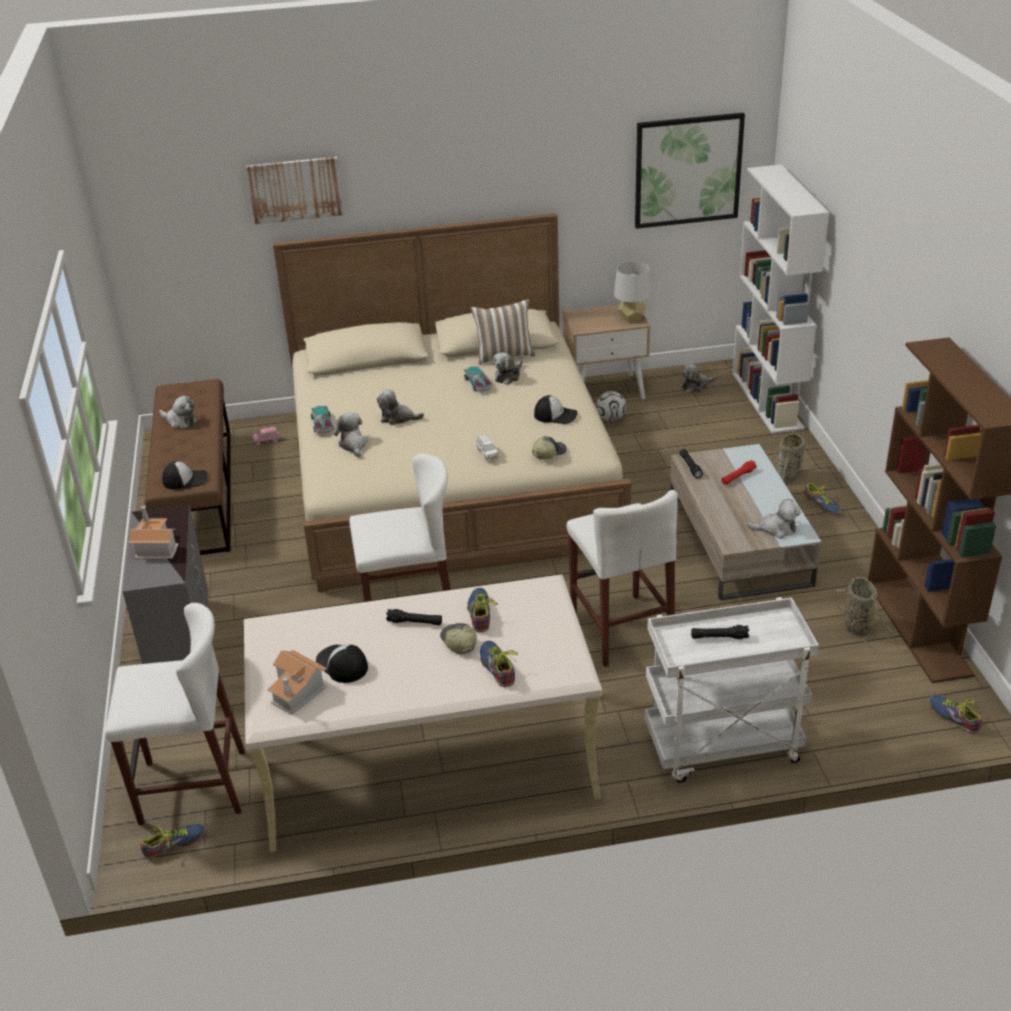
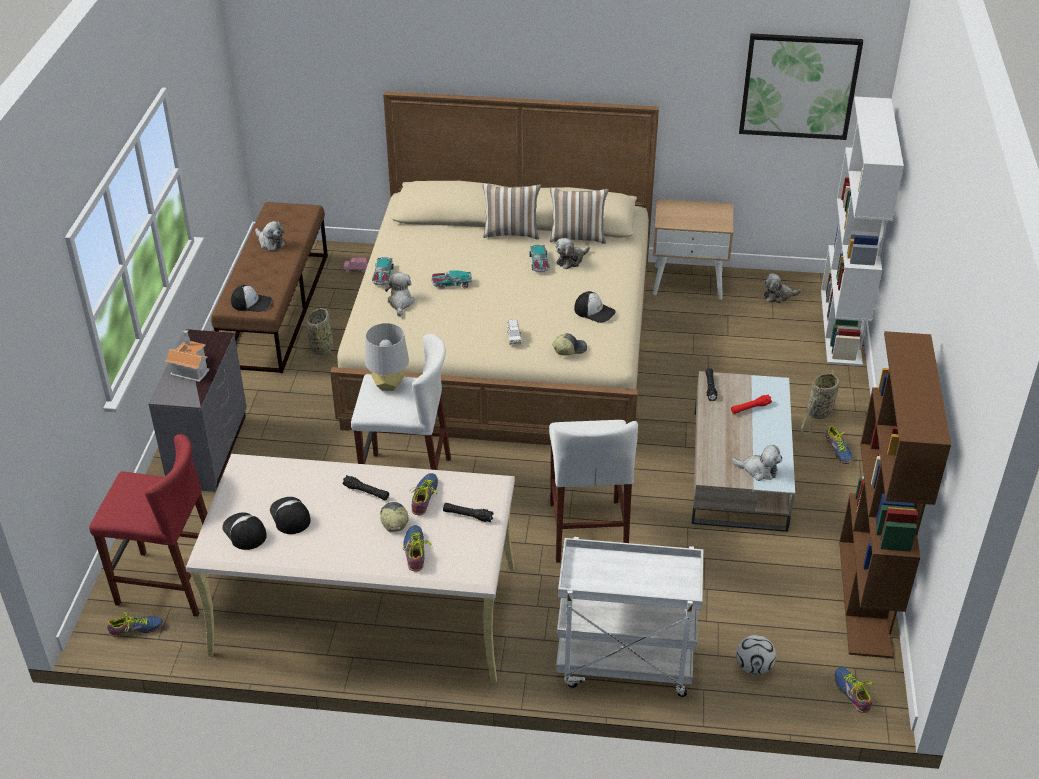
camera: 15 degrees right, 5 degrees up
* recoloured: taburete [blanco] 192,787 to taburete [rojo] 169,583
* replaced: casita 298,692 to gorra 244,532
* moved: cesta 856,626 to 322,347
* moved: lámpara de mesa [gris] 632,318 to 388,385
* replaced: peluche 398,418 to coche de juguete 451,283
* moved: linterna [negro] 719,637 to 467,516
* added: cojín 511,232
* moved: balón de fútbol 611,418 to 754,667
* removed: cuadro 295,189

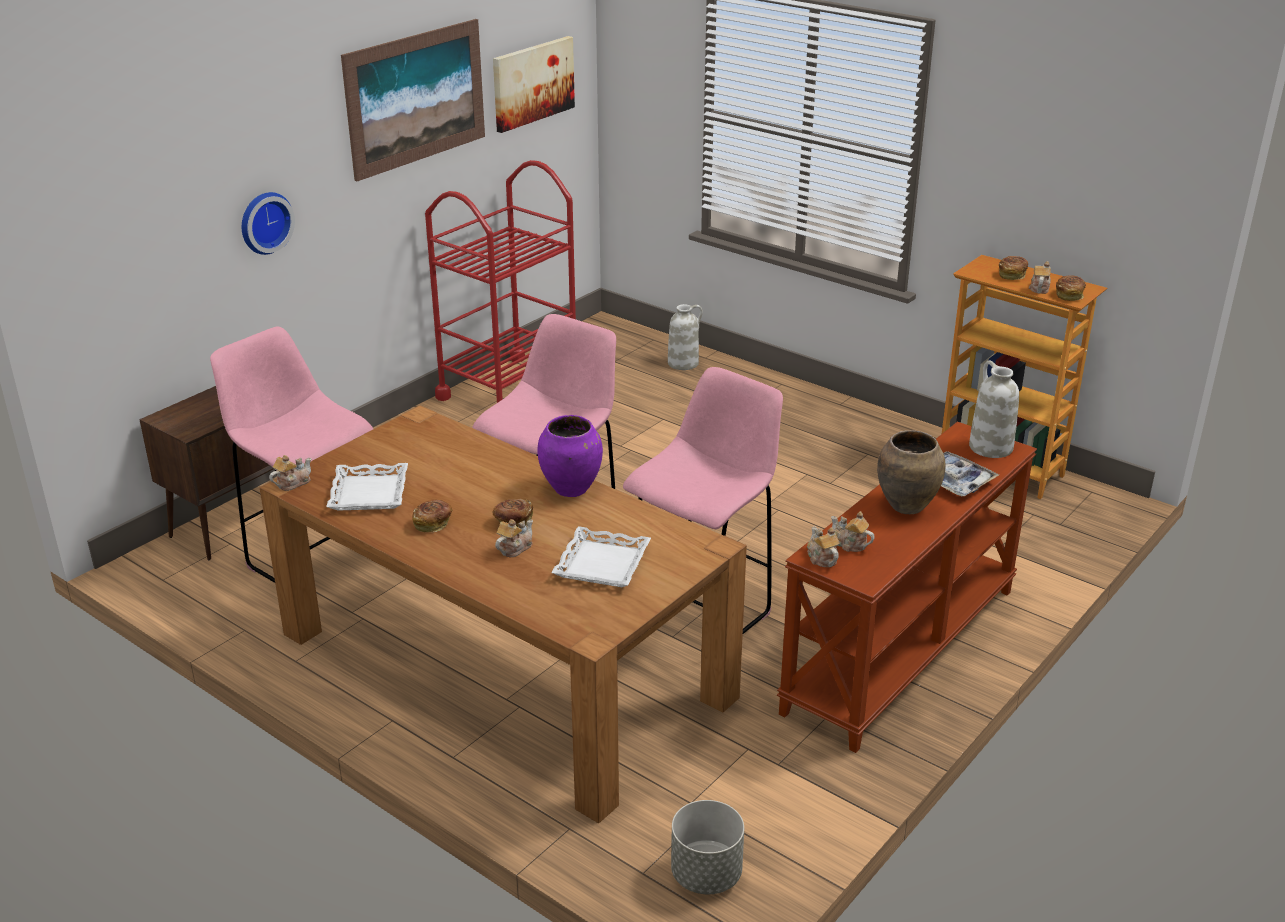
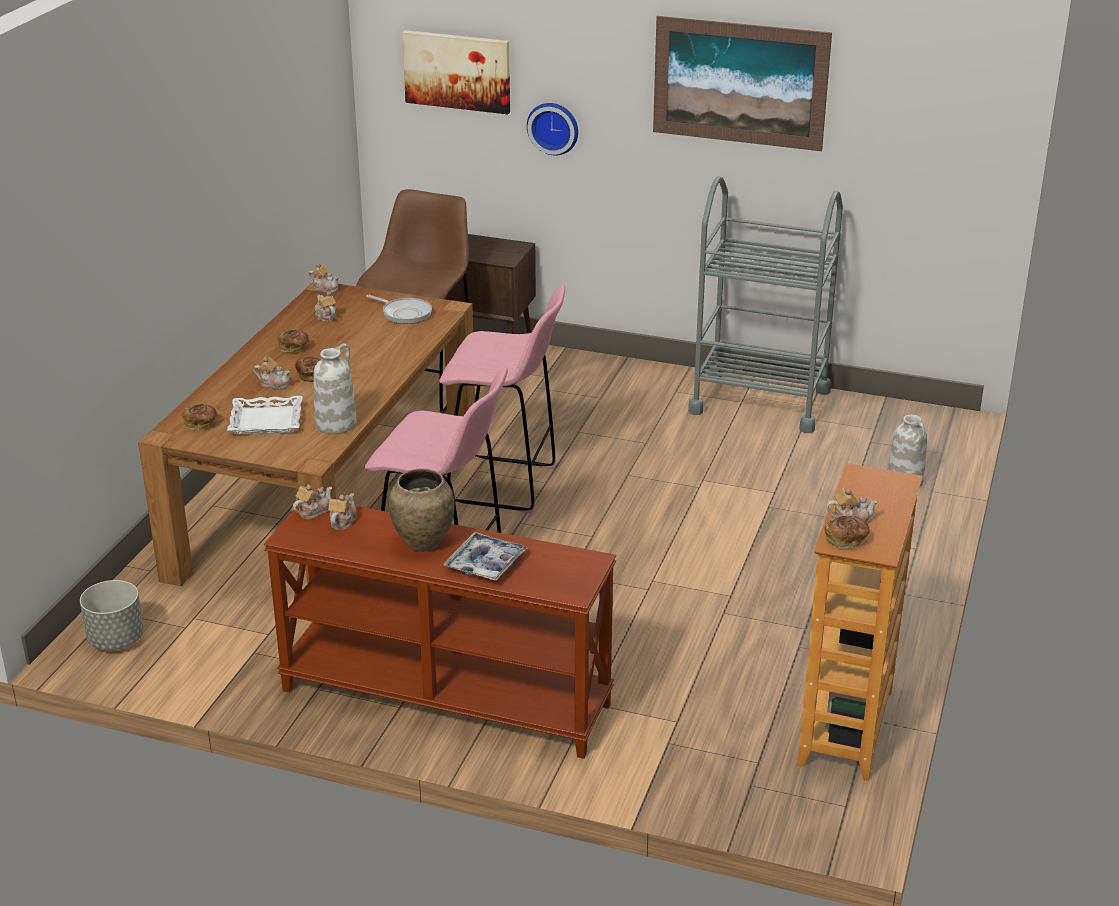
camera: 70 degrees right, 0 degrees up
* moved: pan 1012,275 to 201,424
* moved: florero [blanco] 990,447 to 336,424
* replaced: bandeja [blanco] 370,493 to tetera 325,317
* recoloured: taburete [rosa] 313,561 to taburete [marrón] 422,389
* added: sartén 404,313
* moved: cuadro 532,83 to 457,71
* recoloured: carrito [rojo] 509,389 to carrito [gris] 760,401
* removed: florero [morado] 571,489

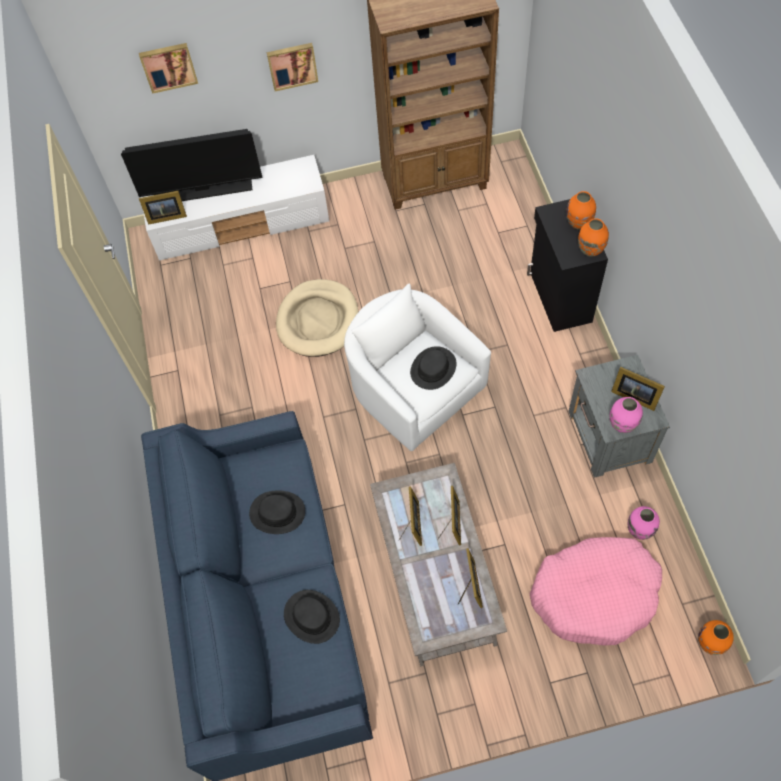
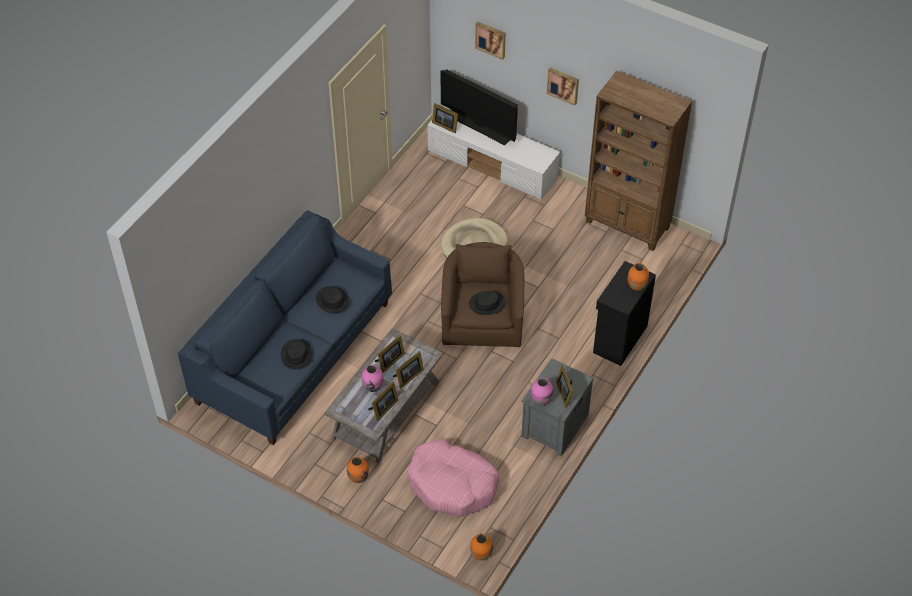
camera: 40 degrees right, 10 degrees down
* moved: florero [naranja] 590,250 to 358,477
* moved: florero [rosa] 639,529 to 373,386
* recoloured: sillón [blanco] 413,387 to sillón [marrón] 482,317

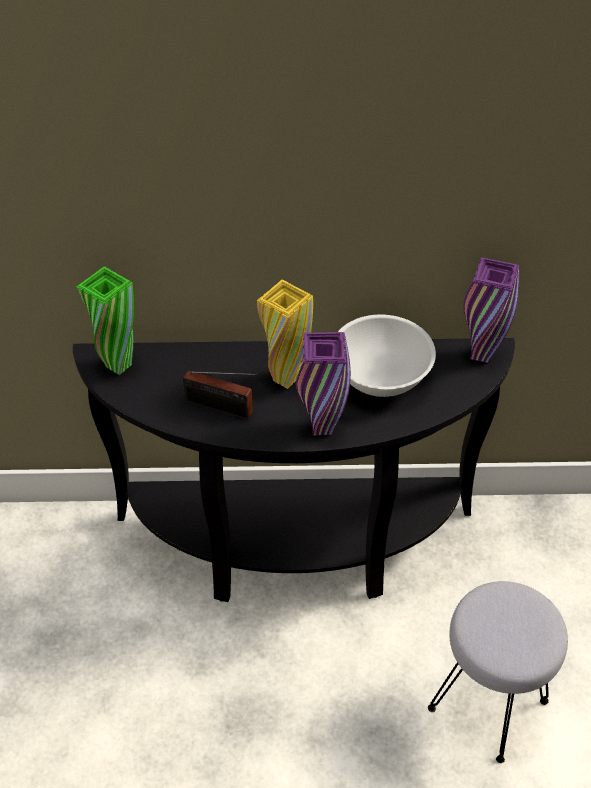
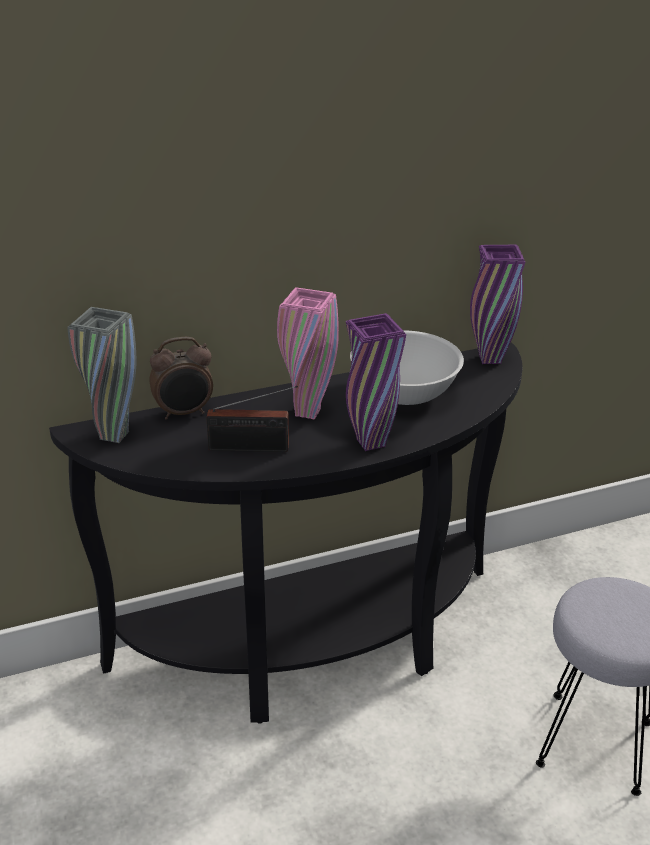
camera: 20 degrees left, 15 degrees down
* recoloured: florero [verde] 119,366 to florero [gris] 114,435
* added: despertador 184,413
* recoloured: florero [amarillo] 285,379 to florero [rosa] 307,412

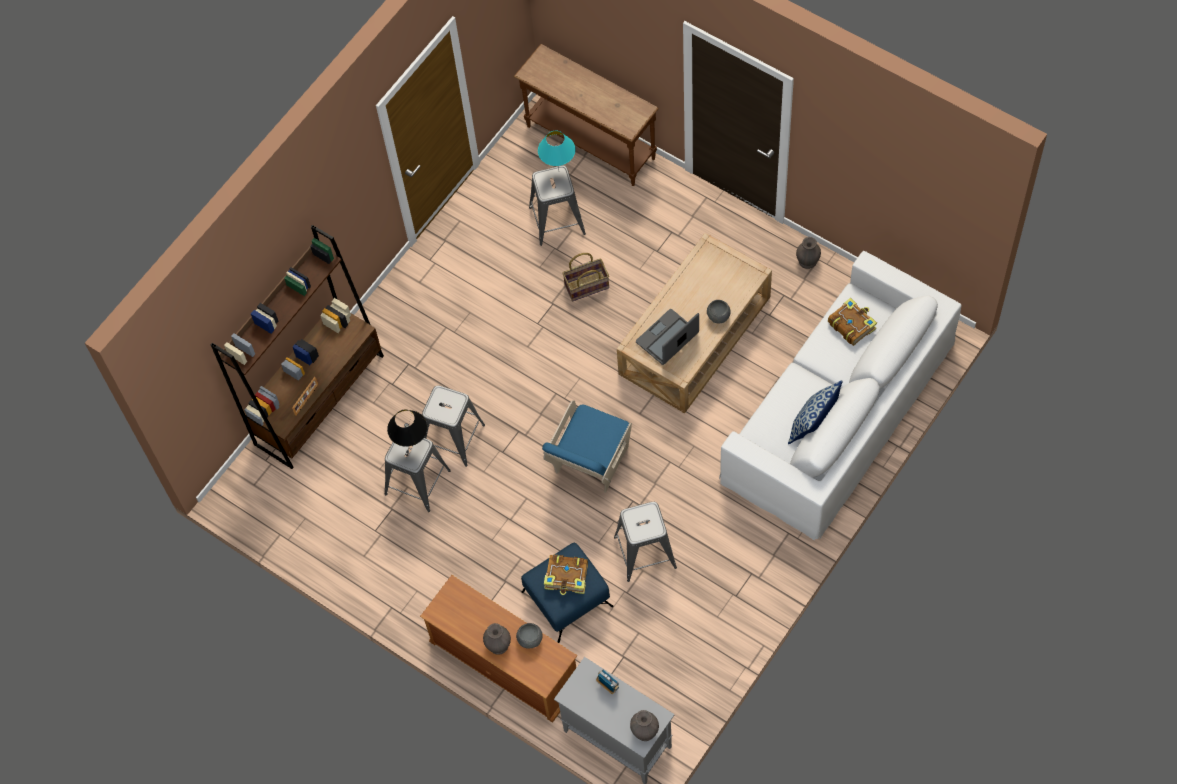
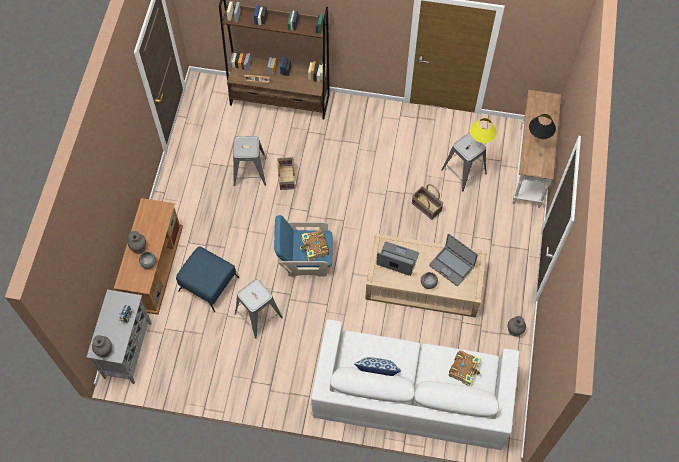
camera: 60 degrees right, 0 degrees up
* replaced: taburete [gris] 452,438 to cesta 287,178
* moved: libro 567,577 to 314,247
* added: portátil 451,266
* recoloured: lámpara de mesa [turquesa] 558,171 to lámpara de mesa [amarillo] 479,146
* recoloured: mesa consola [marrón] 590,143 to mesa consola [blanco] 529,167
* moved: lámpara de mesa [negro] 412,446 to 537,142

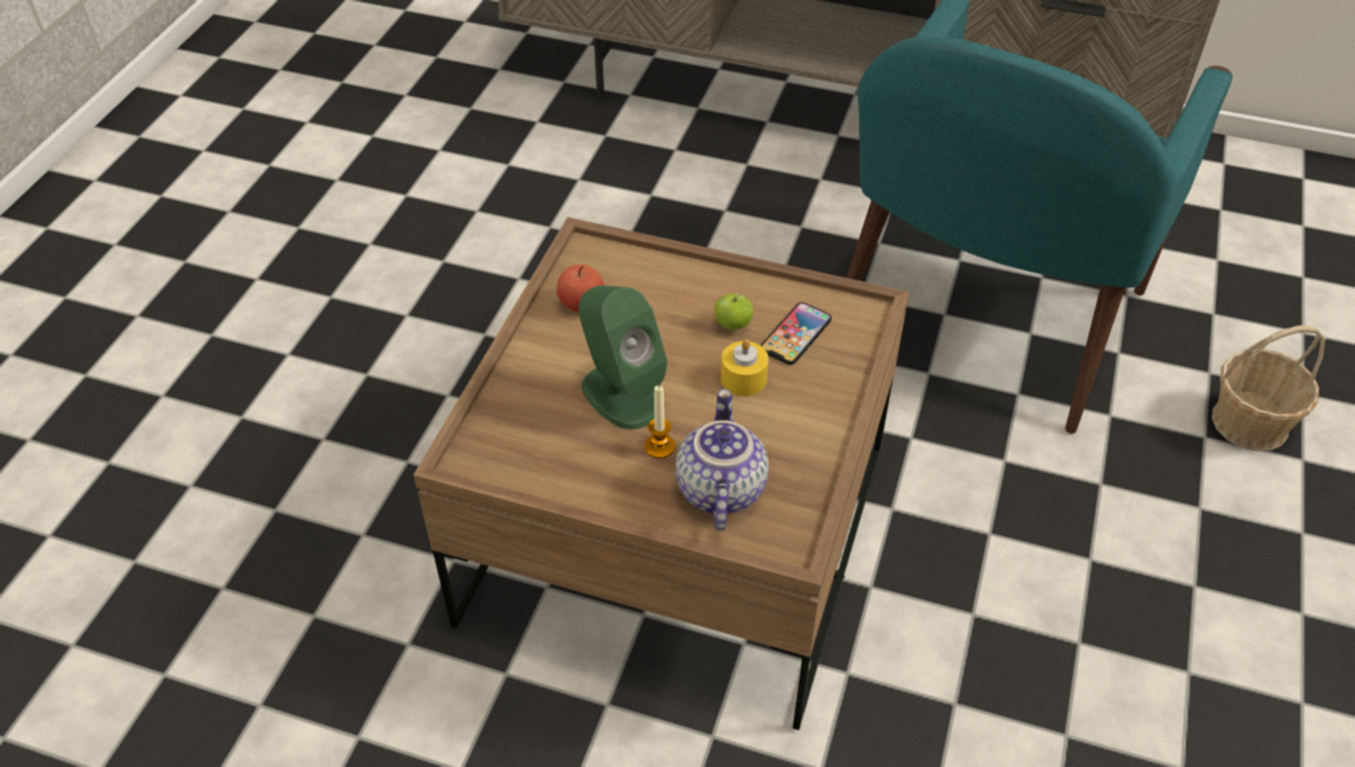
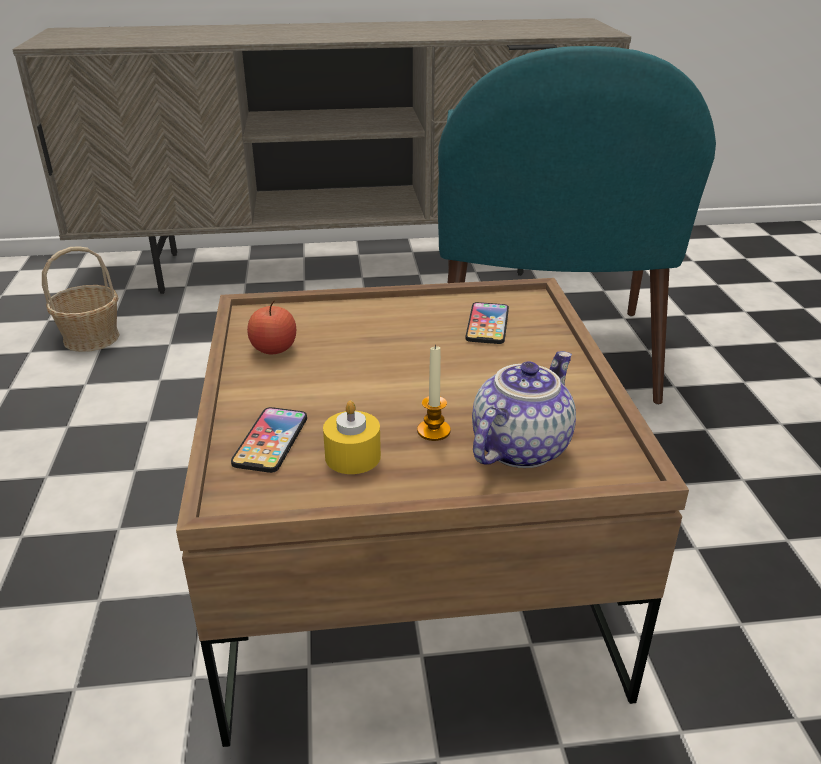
camera: 25 degrees left, 15 degrees down
* moved: cesta 1250,423 to 92,338
* added: móvil 271,441
* moved: vela [amarillo] 743,378 to 352,456
* turned: tetera 718,489 = 518,447 60 degrees clockwise
* removed: altavoz [verde] 622,394
* removed: manzana 733,325

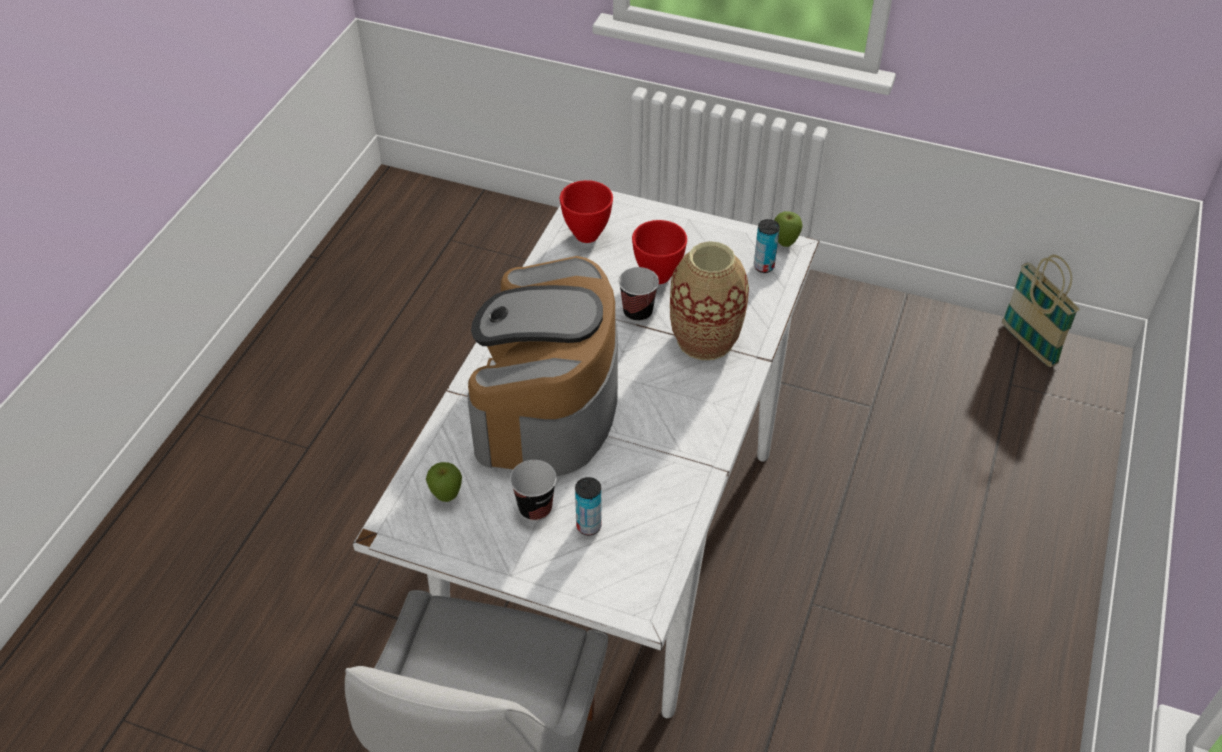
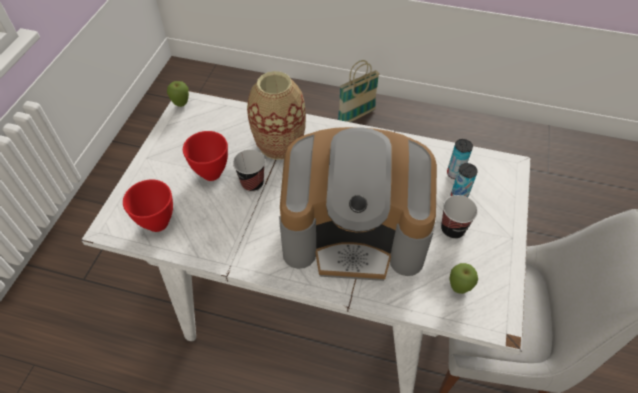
camera: 95 degrees left, 5 degrees up
* moved: cesta 1028,344 to 356,116
* moved: lata 763,266 to 454,173

